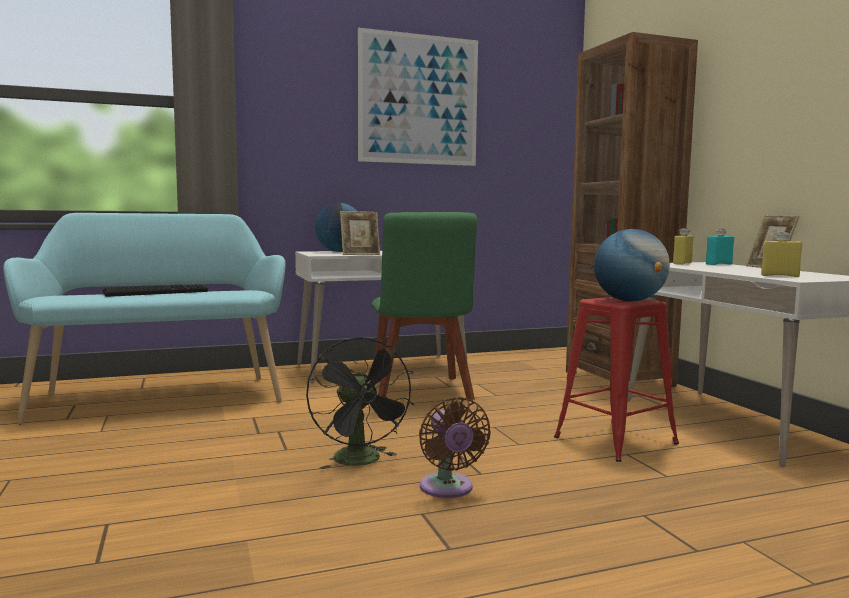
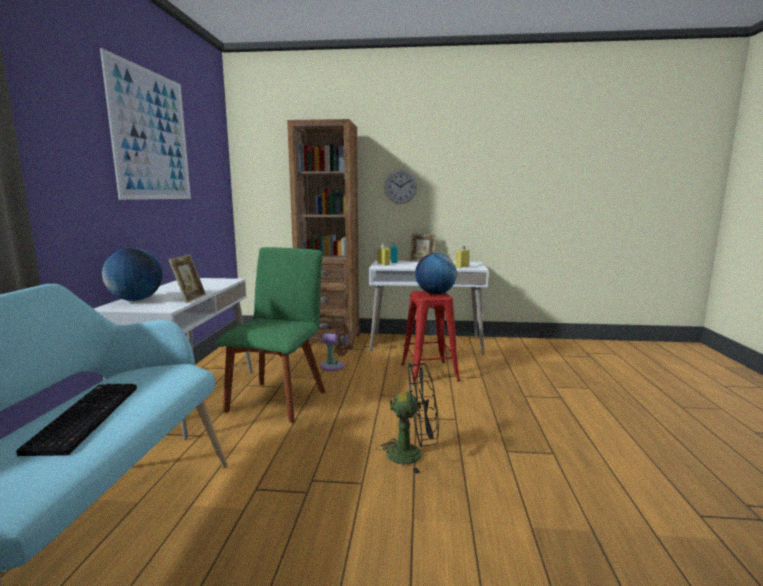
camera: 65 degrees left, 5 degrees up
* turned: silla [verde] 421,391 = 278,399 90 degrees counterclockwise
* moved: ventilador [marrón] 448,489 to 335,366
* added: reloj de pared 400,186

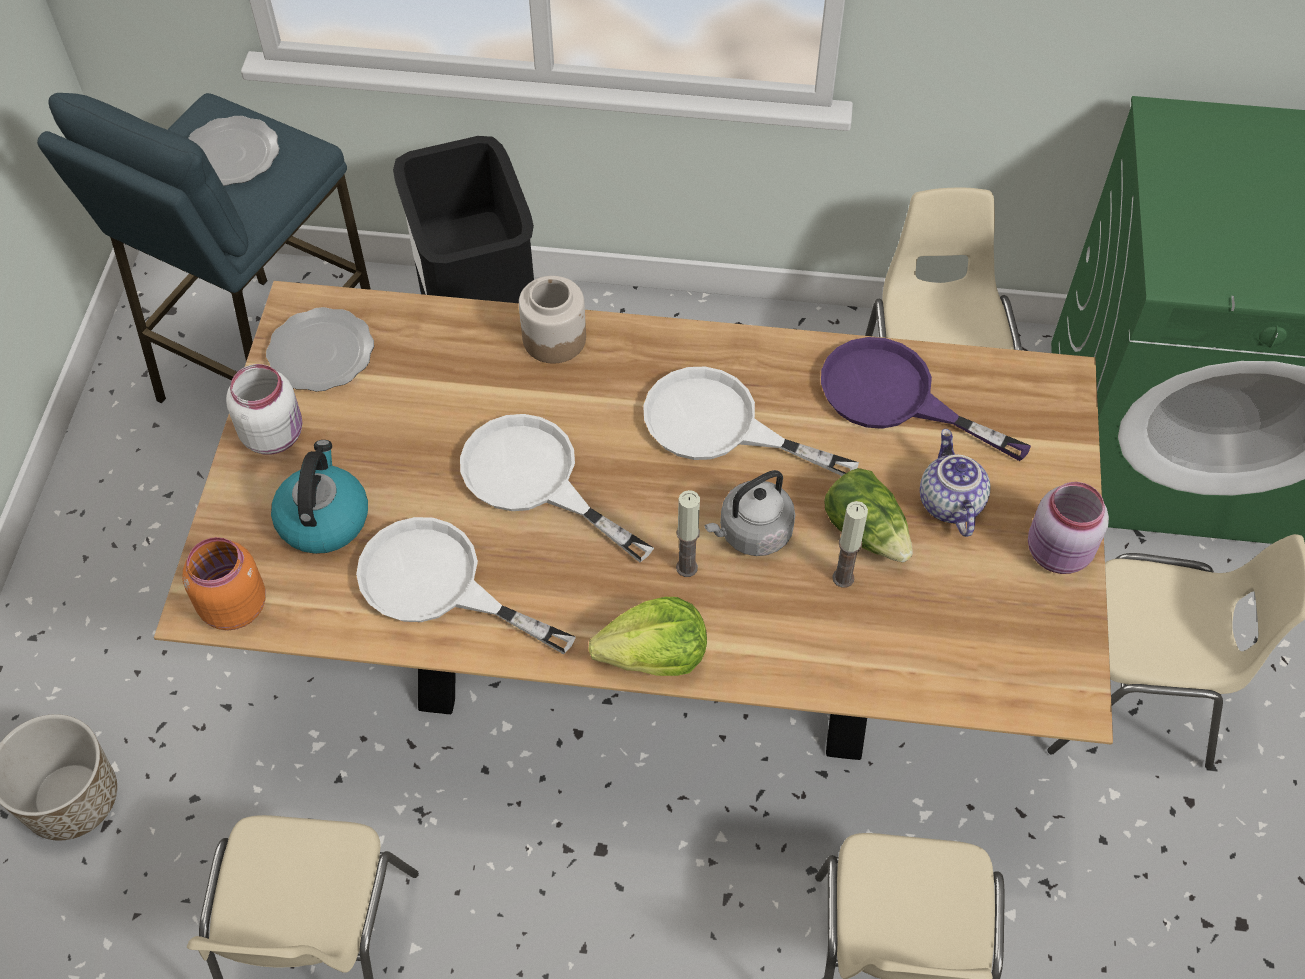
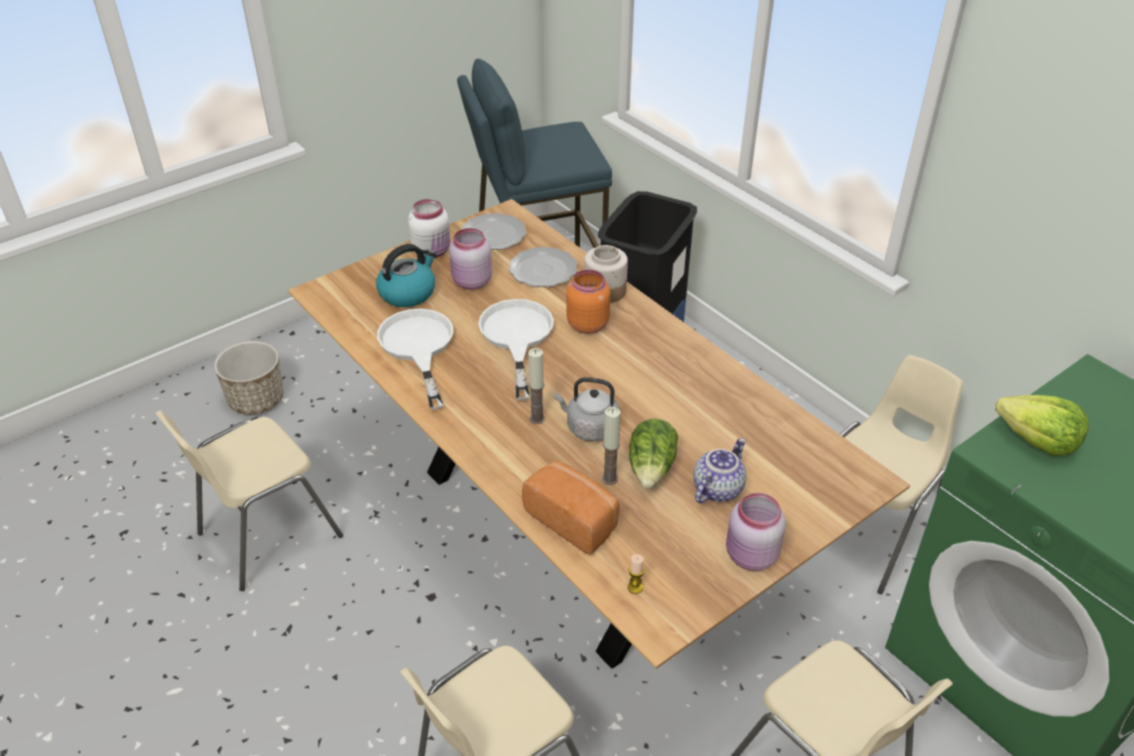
camera: 45 degrees right, 15 degrees down
* added: tarro [rosa] 471,282
* moved: plato 232,155 to 542,270
* added: pan 574,519
* moved: tarro [naranja] 233,606 to 587,324
* added: vela 635,587
* moved: lechuga 654,656 to 1037,441
* removed: sartén [blanco] 720,426
* removed: sartén [morado] 895,398

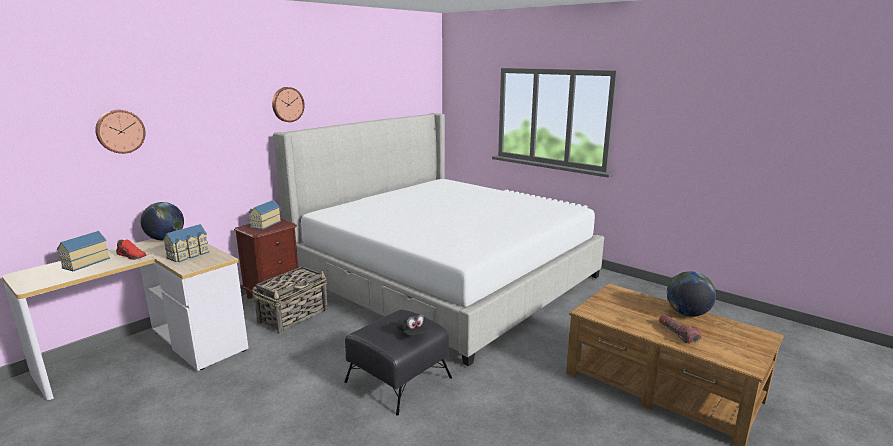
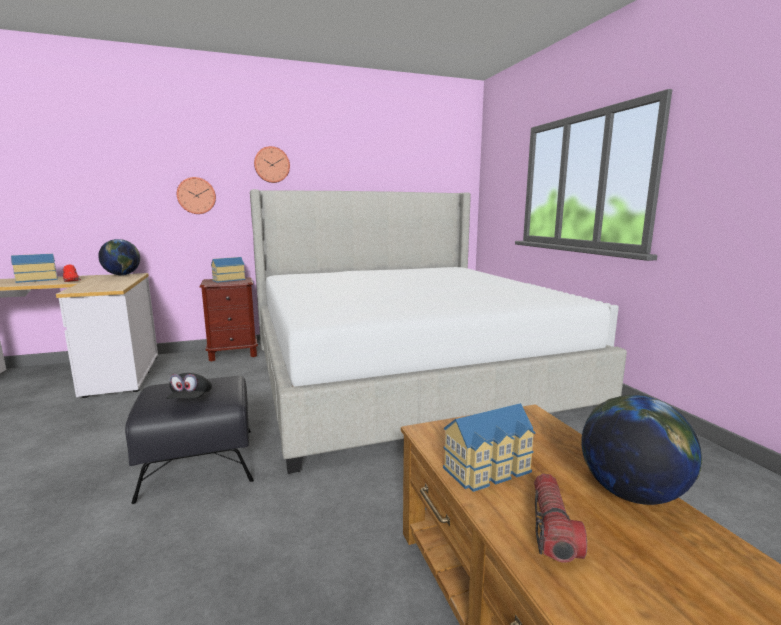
camera: 30 degrees right, 5 degrees down
* moved: reloj de pared 120,131 to 196,195
* moved: casita 189,255 to 490,470
* removed: cesta 294,316

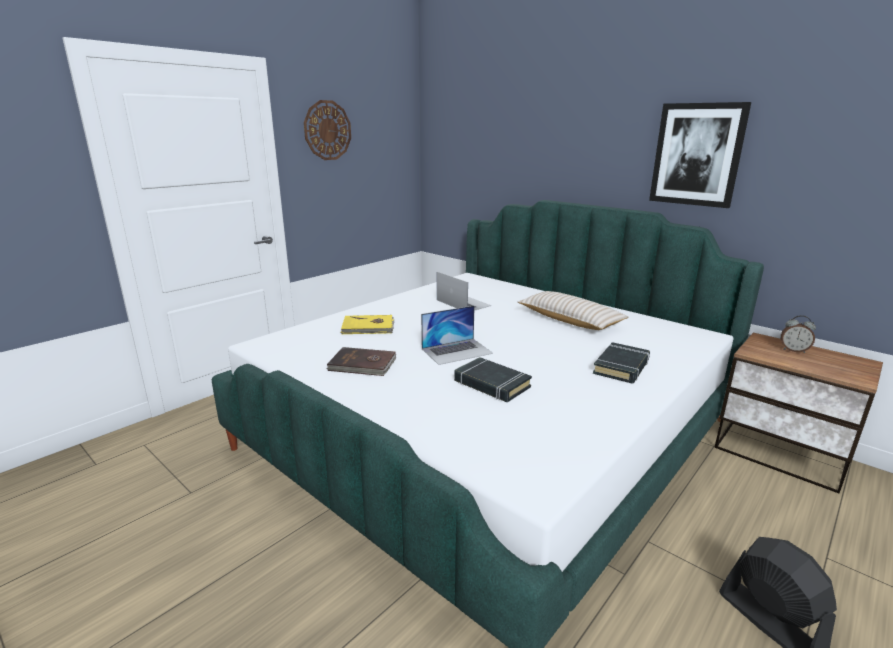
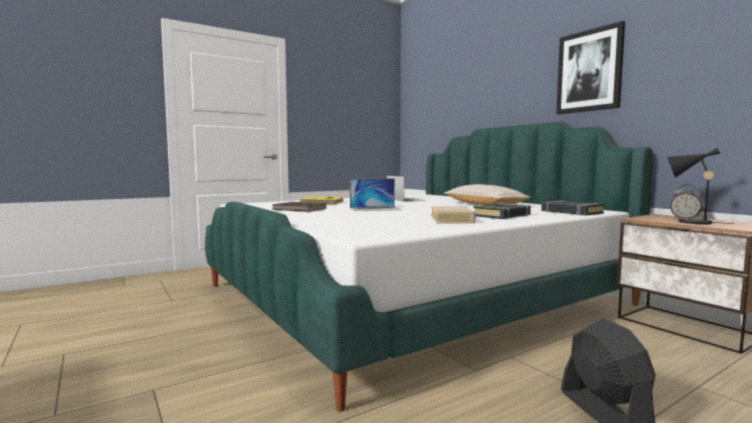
camera: 15 degrees right, 15 degrees down
* added: libro [beis] 452,220
* moved: libro [negro] 491,384 to 571,212
* added: lámpara de mesa [negro] 689,222
* removed: reloj de pared 327,130

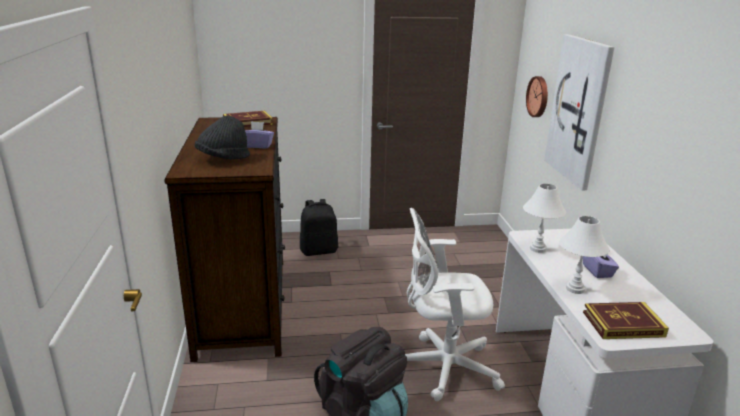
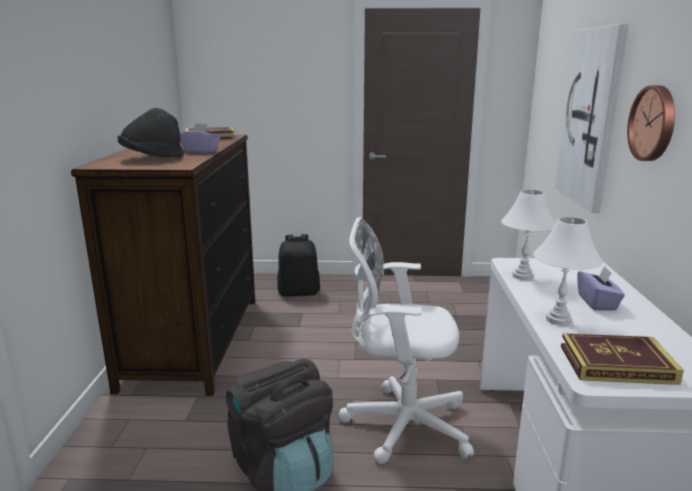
camera: 10 degrees right, 5 degrees down
* moved: reloj de pared 538,96 to 654,123

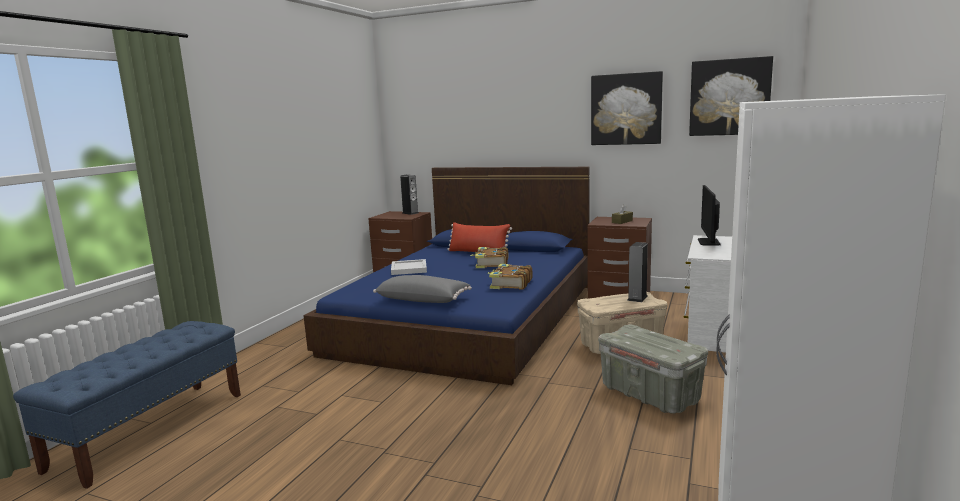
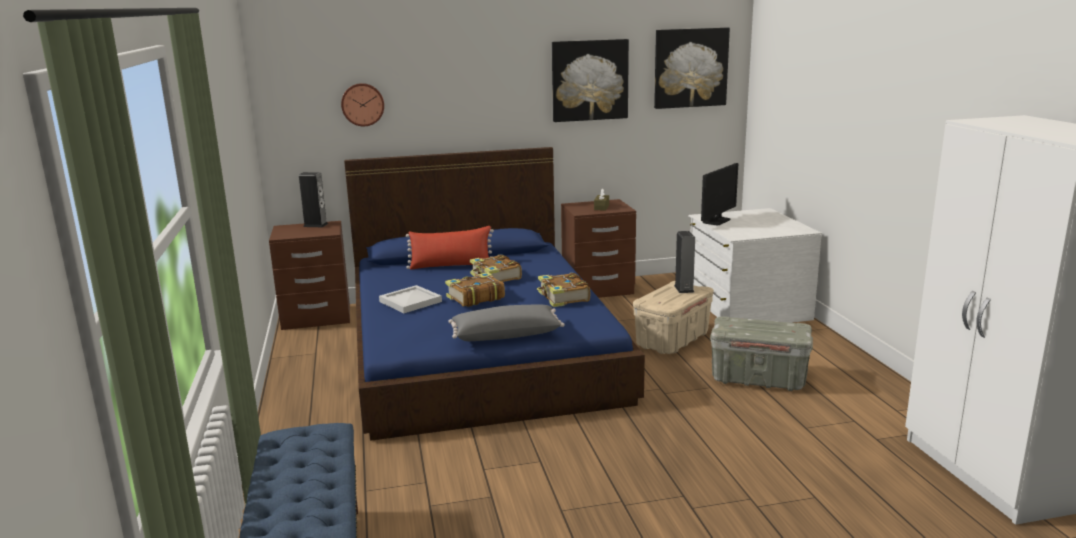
camera: 35 degrees left, 5 degrees up
* added: reloj de pared 362,104
* added: libro 474,298
* turned: monitor 709,242 = 716,221 120 degrees counterclockwise

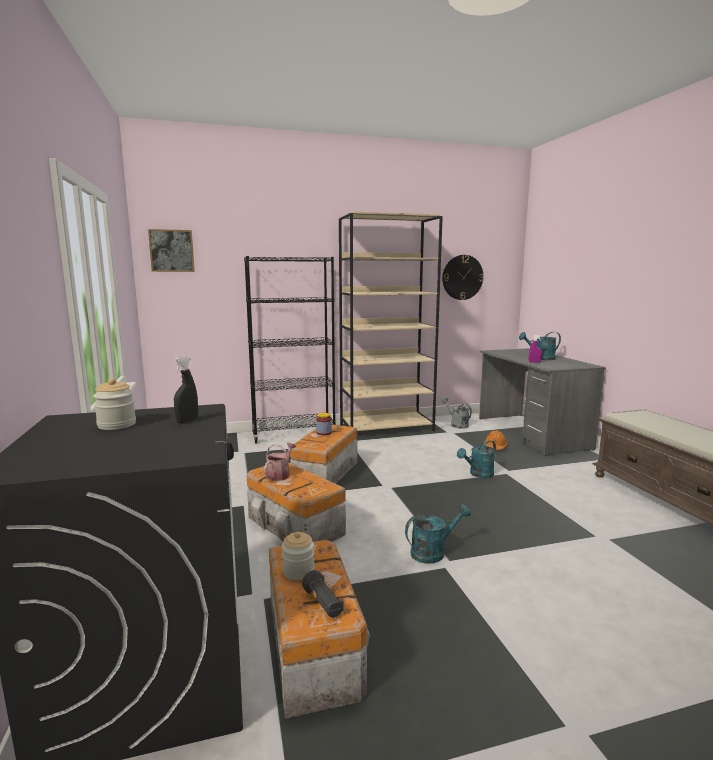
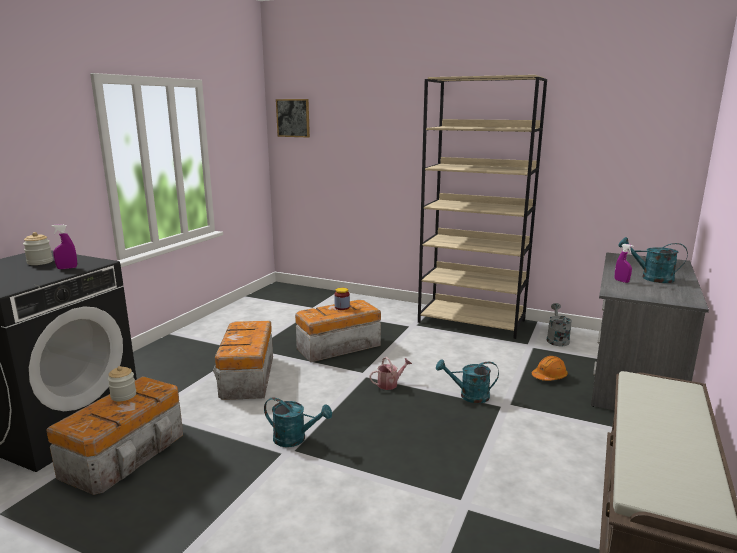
camera: 40 degrees right, 5 degrees up
* recoloured: pulverizador [negro] 187,421 to pulverizador [morado] 67,268
* moved: regadera 280,474 to 390,384
* removed: estantería [negro] 293,435
* removed: linterna [negro] 323,604
* removed: reloj de pared 462,277

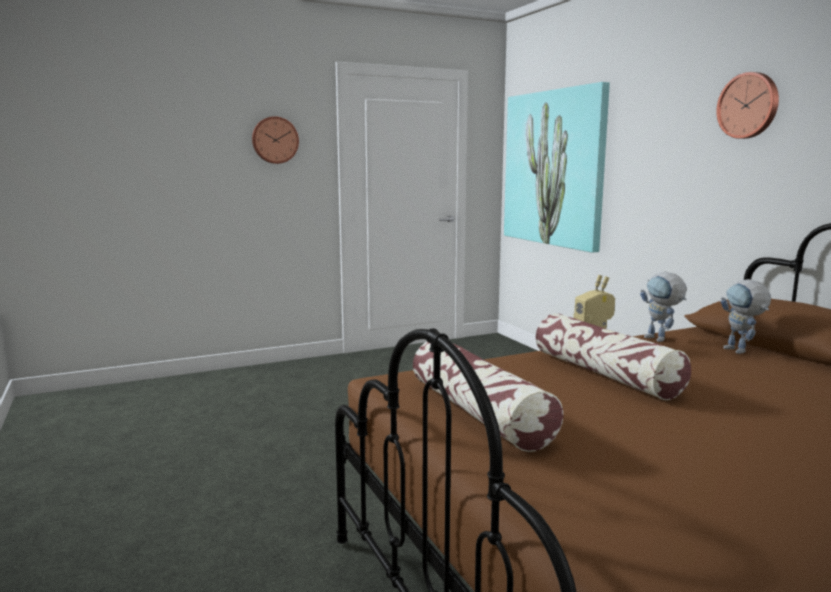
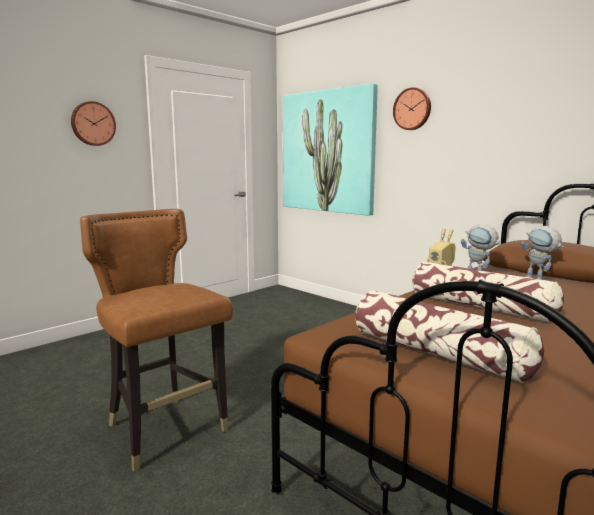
camera: 20 degrees left, 0 degrees up
* added: silla [marrón] 165,431
* moved: reloj de pared 749,105 to 412,109

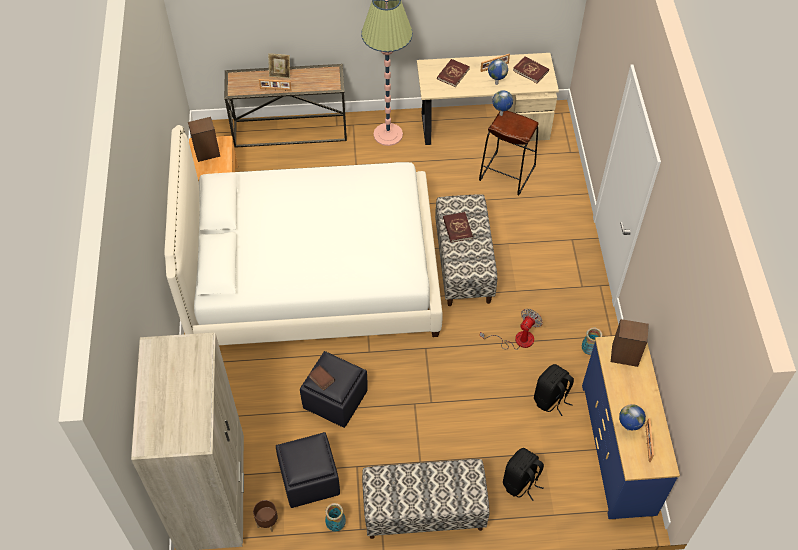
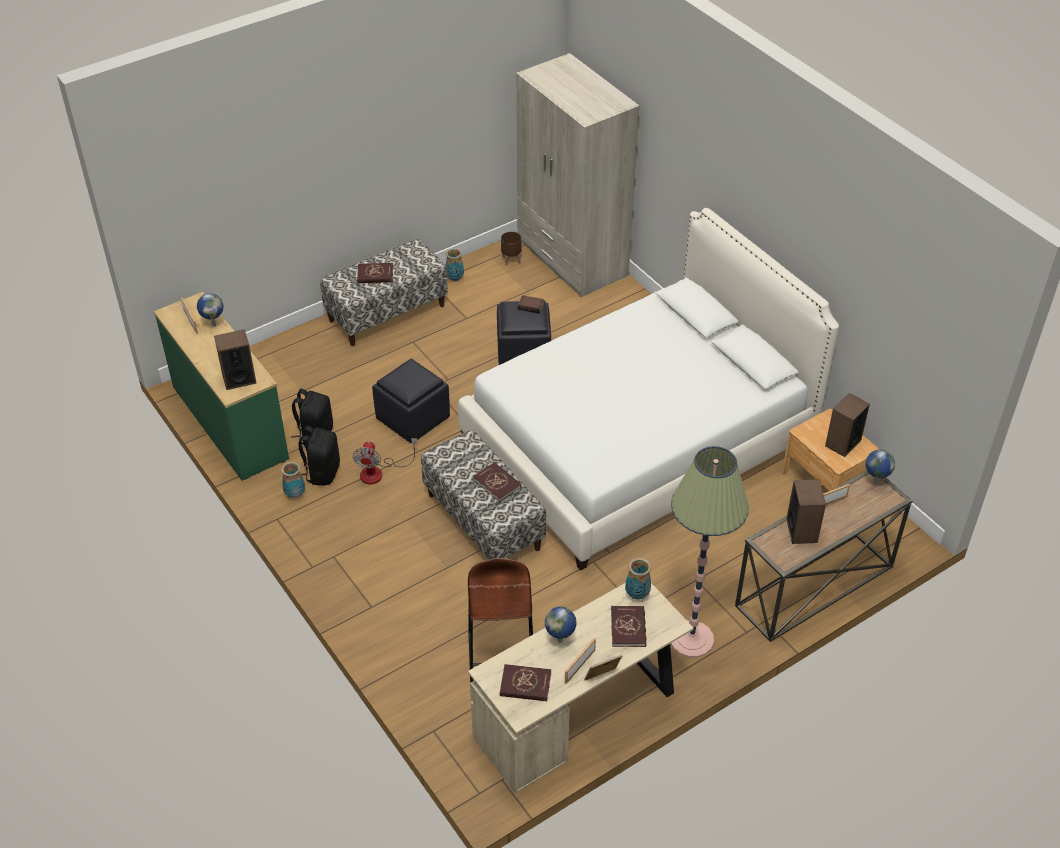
camera: 150 degrees right, 10 degrees down
* recoloured: cómoda [azul] 618,448 to cómoda [verde] 229,423
* moved: mochila [negro] 521,482 to 322,472
* added: libro [rojo] 375,275
* moved: puf [negro] 309,480 to 413,418
* moved: portarretratos 280,74 to 602,679
* added: florero 637,594
* added: altavoz 802,530
* moved: globo terráqueo 501,115 to 874,482

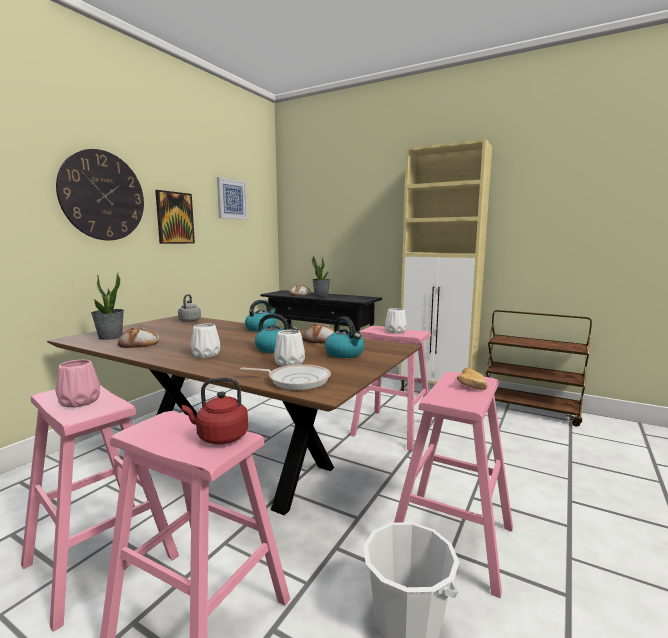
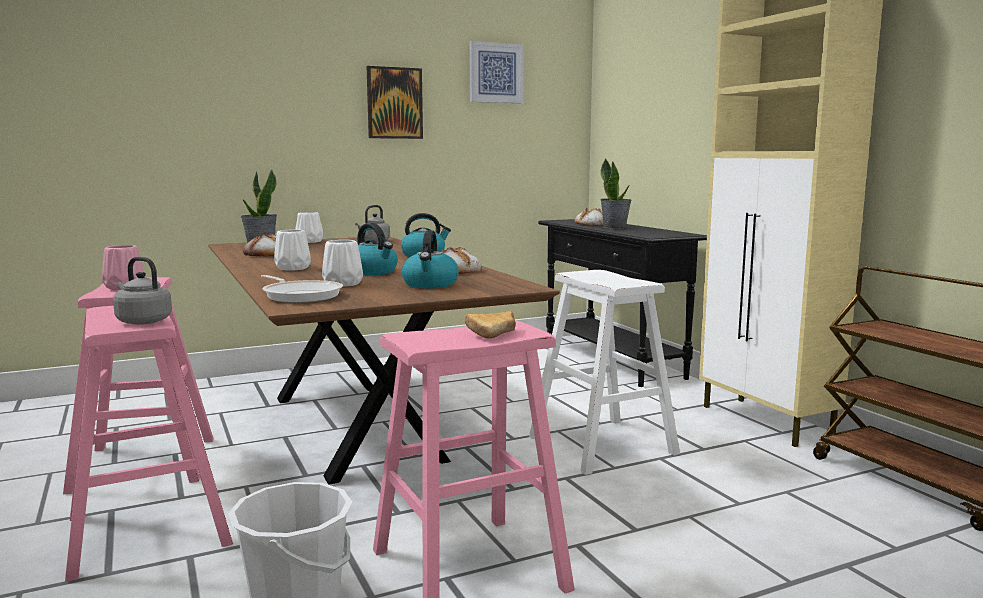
camera: 35 degrees right, 0 degrees up
* recoloured: hervidor [rojo] 220,437 to hervidor [gris] 142,321
* moved: florero [blanco] 395,331 to 310,241
* recoloured: taburete [rosa] 392,429 to taburete [blanco] 602,445
* removed: reloj de pared 103,196

